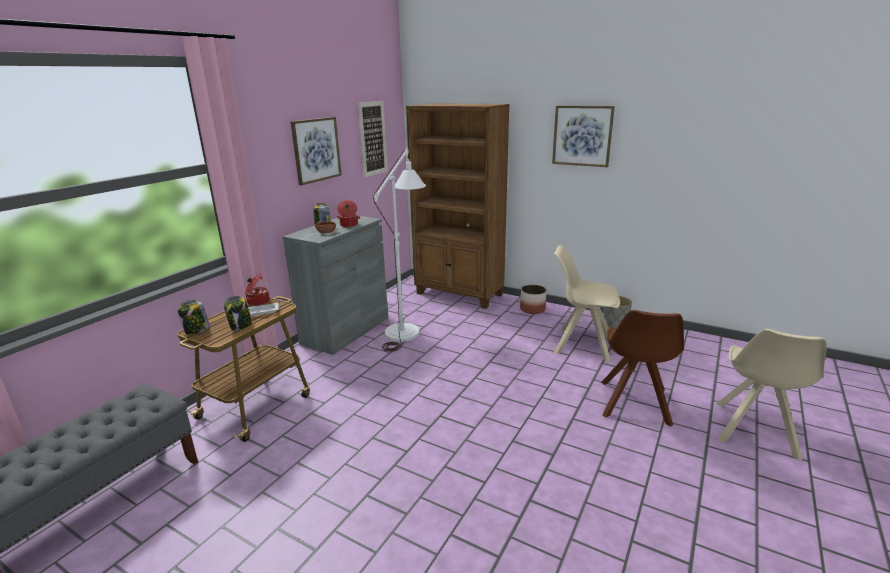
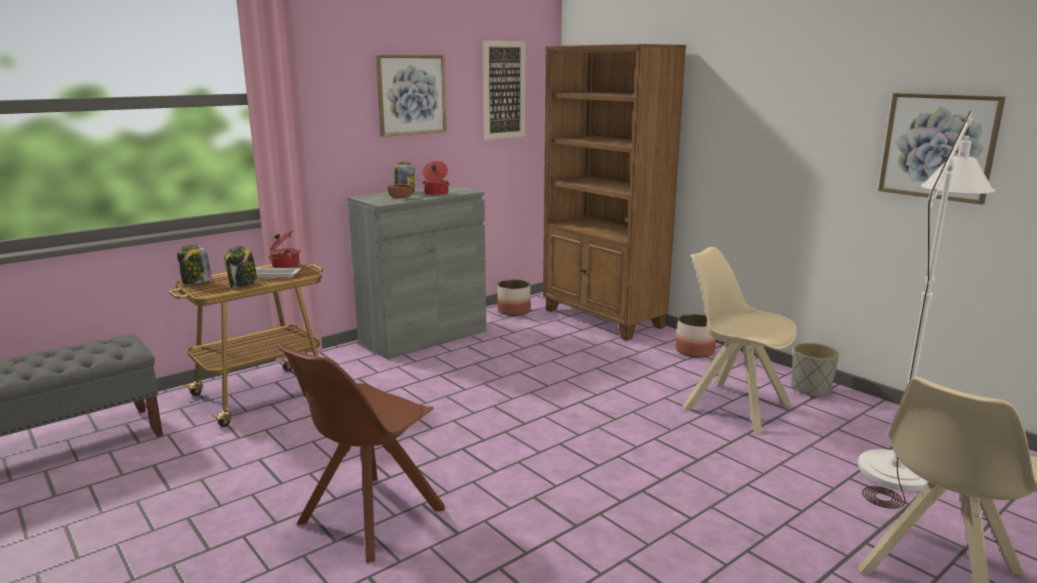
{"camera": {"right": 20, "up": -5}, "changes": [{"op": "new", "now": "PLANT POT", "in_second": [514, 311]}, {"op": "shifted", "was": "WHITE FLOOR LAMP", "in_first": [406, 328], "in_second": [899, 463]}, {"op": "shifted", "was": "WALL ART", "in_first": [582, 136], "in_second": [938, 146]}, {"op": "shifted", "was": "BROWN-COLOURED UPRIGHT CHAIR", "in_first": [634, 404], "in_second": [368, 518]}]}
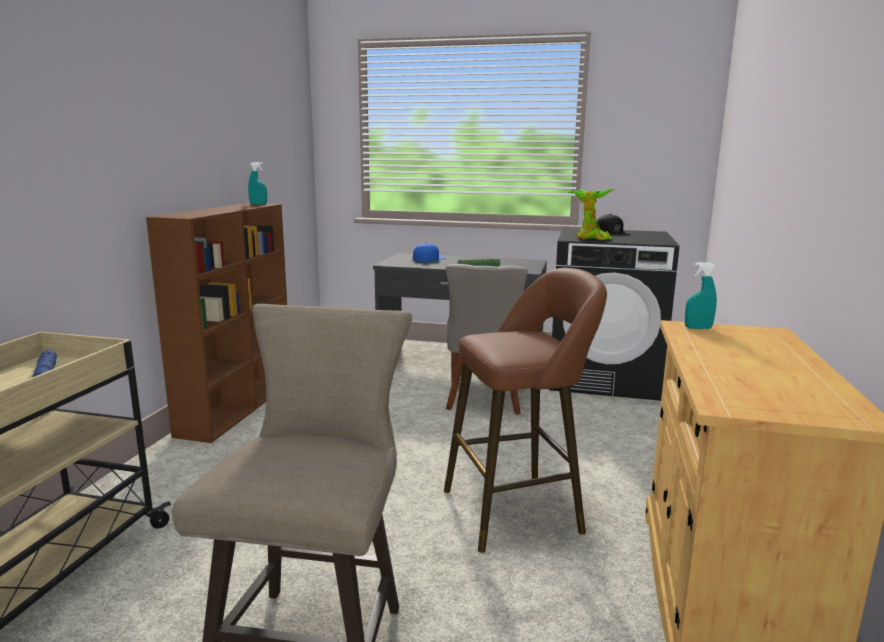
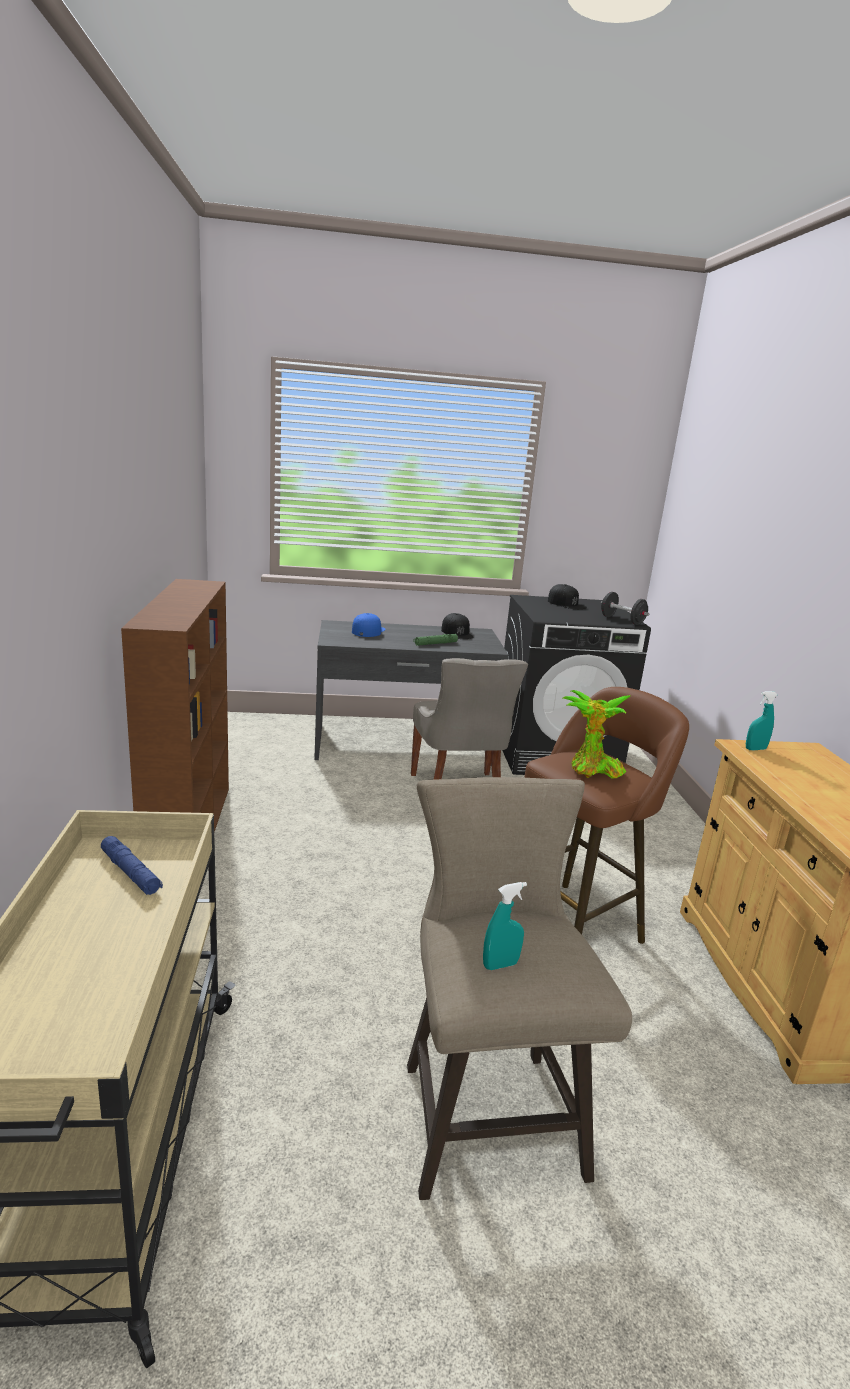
{"camera": {"right": -20, "up": 5}, "changes": [{"op": "new", "now": "BLACK BASEBALL CAP", "in_second": [457, 633]}, {"op": "new", "now": "BLACK DUMBBELL", "in_second": [622, 620]}, {"op": "shifted", "was": "TURQUOISE HAND SPRAYER", "in_first": [258, 204], "in_second": [500, 965]}, {"op": "shifted", "was": "POTTED PLANT", "in_first": [590, 239], "in_second": [592, 770]}]}
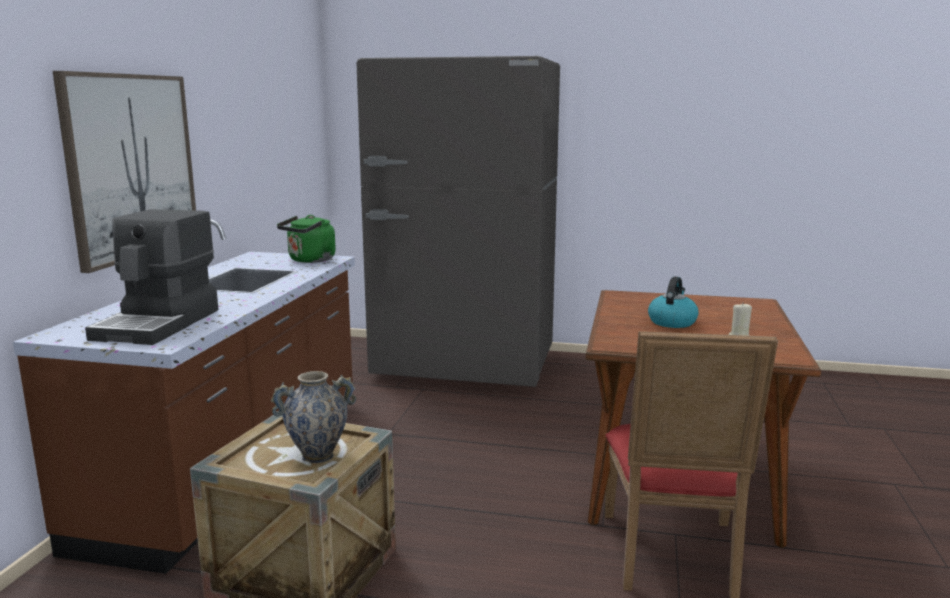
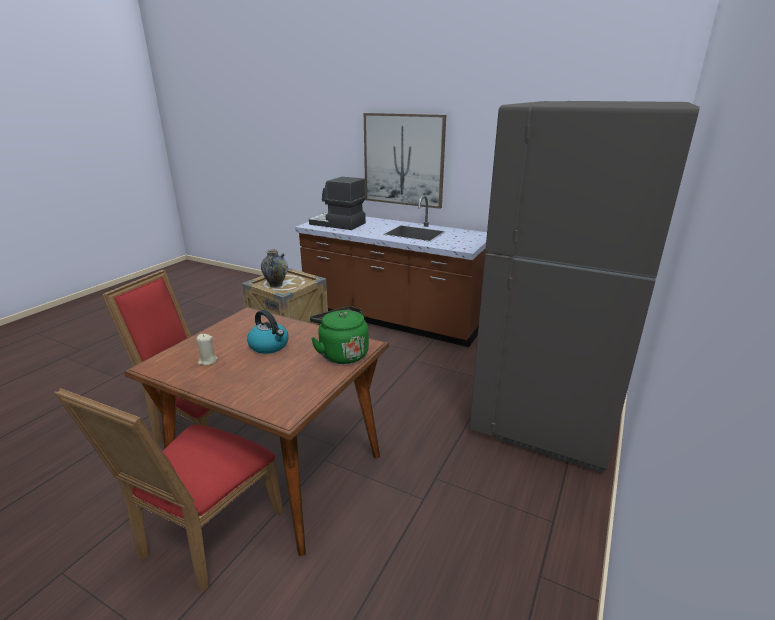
{"camera": {"right": 105, "up": 10}, "changes": [{"op": "new", "now": "REDDISH UPRIGHT CHAIR", "in_second": [205, 537]}, {"op": "shifted", "was": "GREENISH KETTLE", "in_first": [310, 260], "in_second": [341, 354]}]}
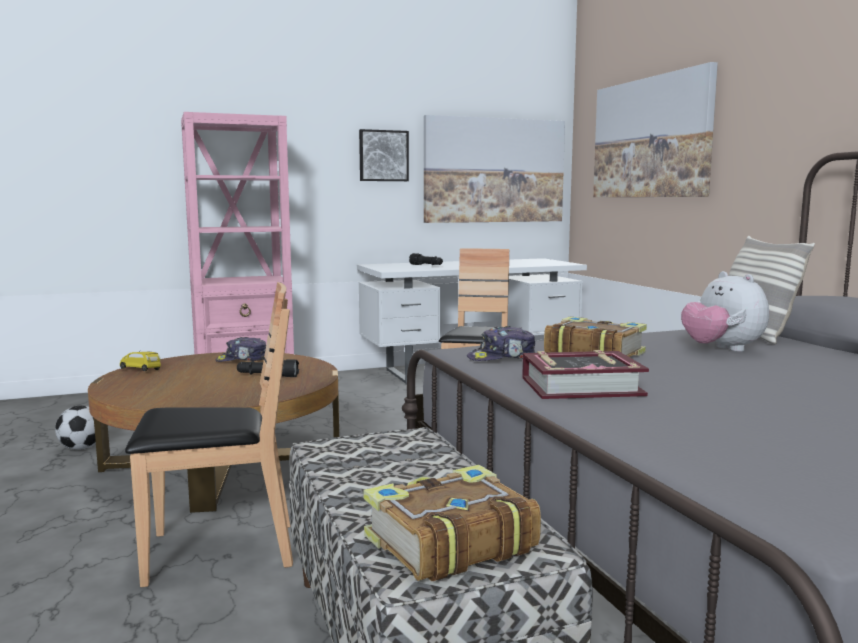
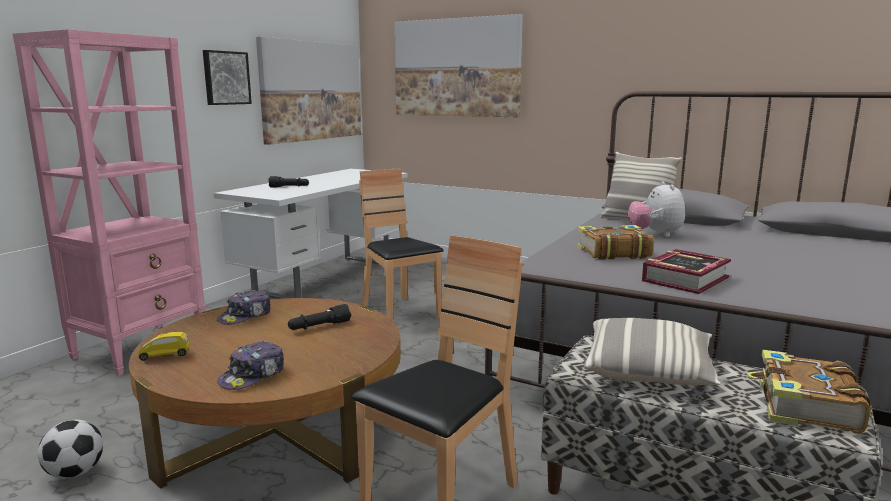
{"camera": {"right": -40, "up": 5}, "changes": [{"op": "new", "now": "THROW PILLOW", "in_second": [648, 371]}, {"op": "shifted", "was": "BASEBALL CAP", "in_first": [502, 358], "in_second": [253, 376]}, {"op": "rotated", "was": "CUDDLY TOY", "in_first": [722, 350], "in_second": [655, 235], "clockwise": 60}]}
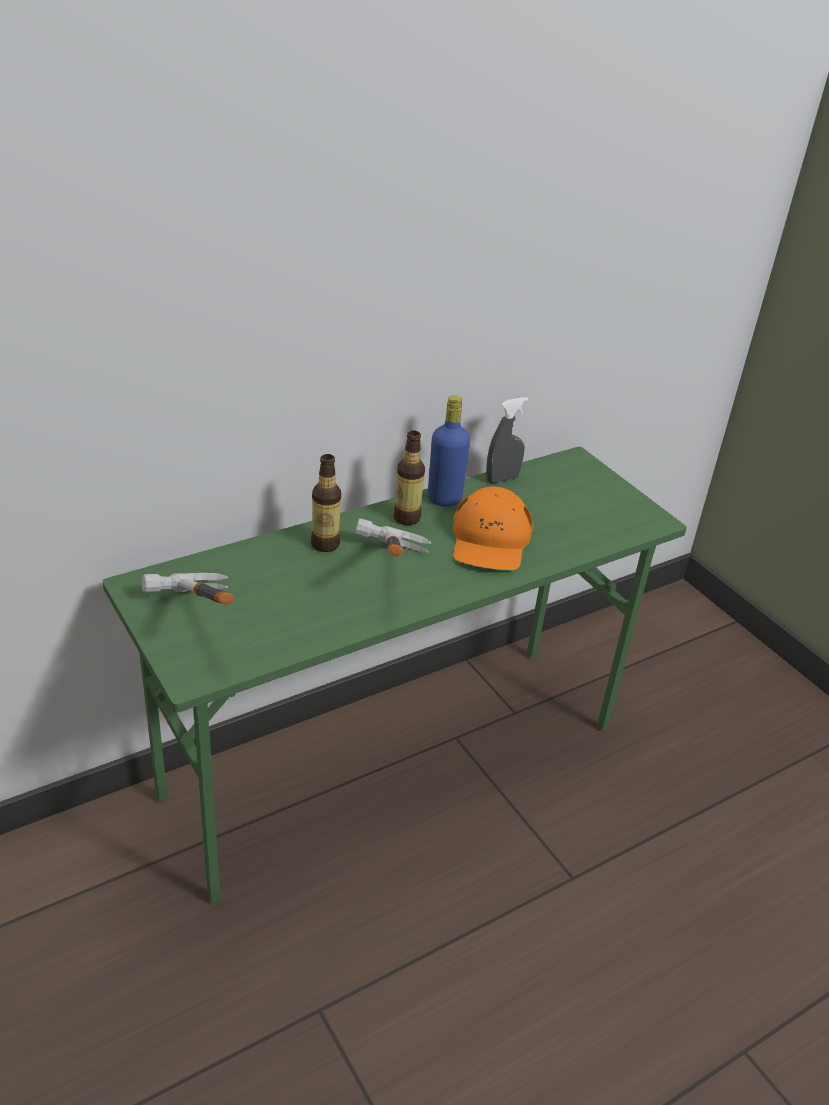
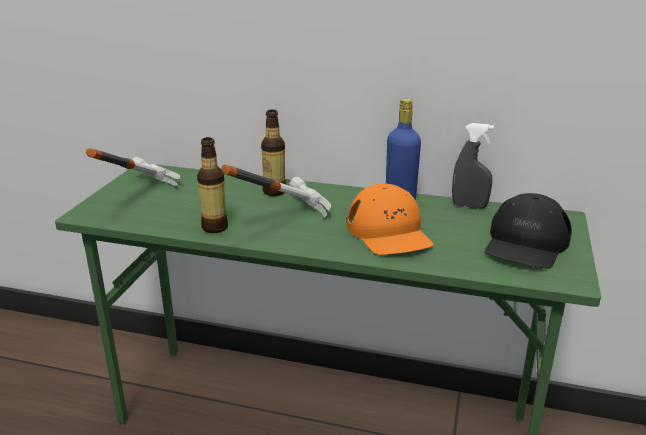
{"camera": {"right": 50, "up": -10}, "changes": [{"op": "new", "now": "BLACK BASEBALL CAP", "in_second": [526, 243]}, {"op": "shifted", "was": "BOTTLE", "in_first": [407, 518], "in_second": [214, 227]}, {"op": "rotated", "was": "ORANGE BASEBALL CAP", "in_first": [490, 540], "in_second": [389, 232], "clockwise": -75}]}
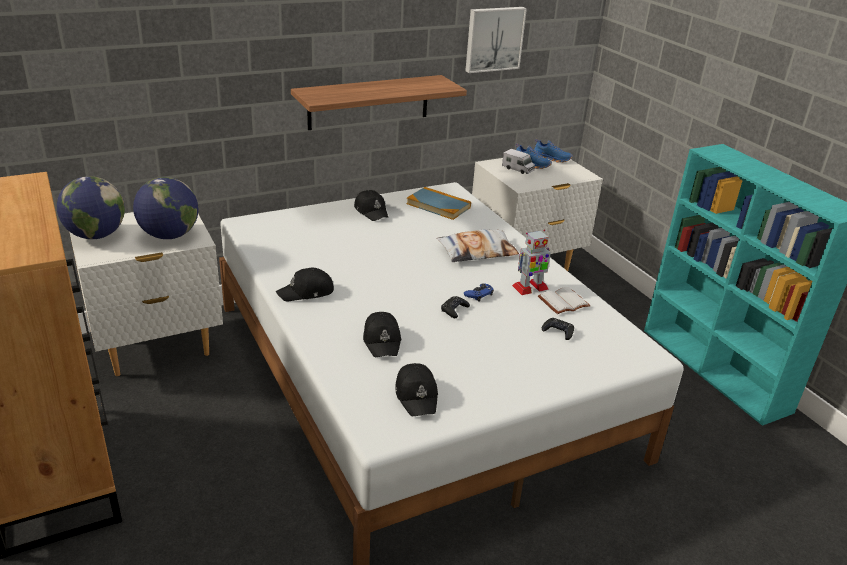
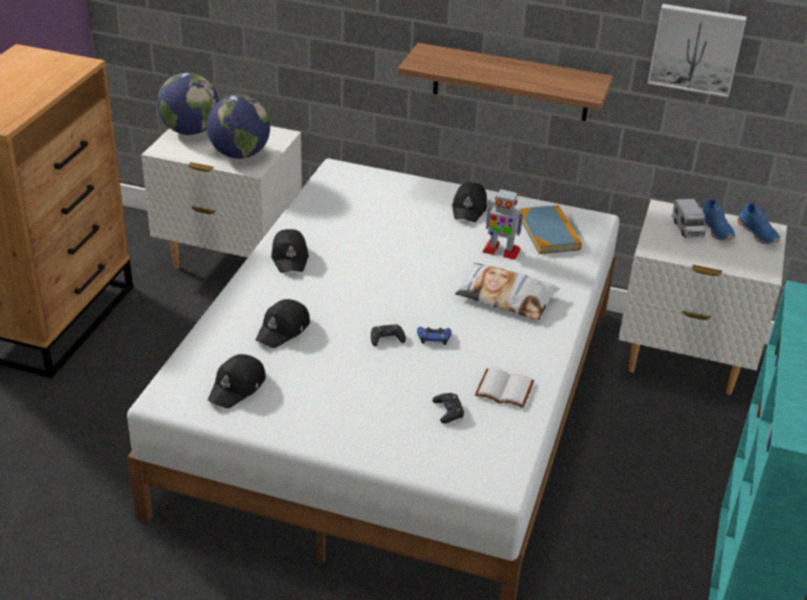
{"camera": {"right": 45, "up": 5}, "changes": [{"op": "shifted", "was": "ROBOT FIGURE", "in_first": [530, 287], "in_second": [500, 250]}, {"op": "rotated", "was": "BLACK BASEBALL CAP", "in_first": [306, 292], "in_second": [290, 257], "clockwise": -120}]}
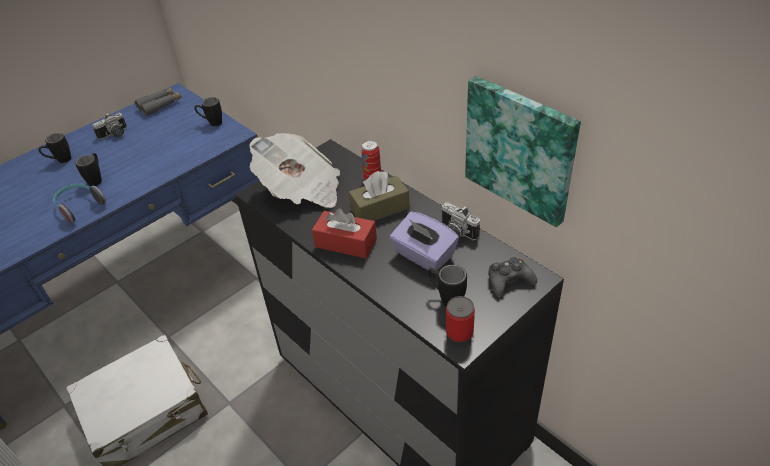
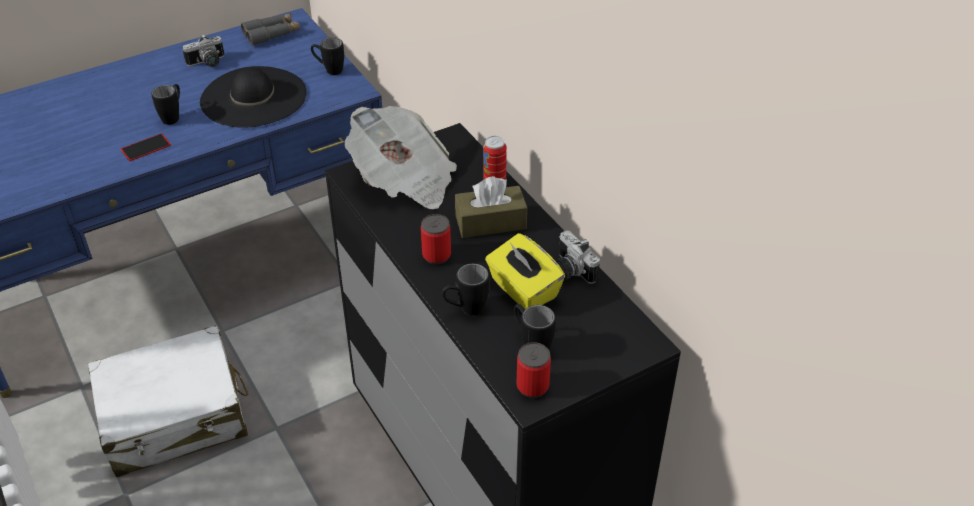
{"camera": {"right": 10, "up": 0}, "changes": [{"op": "gone", "was": "WALL ART", "in_first": [521, 149]}, {"op": "gone", "was": "BLACK GAME CONTROLLER", "in_first": [509, 280]}, {"op": "new", "now": "BLACK WEARABLE HAT", "in_second": [253, 97]}, {"op": "shifted", "was": "BLACK TEA MUG", "in_first": [60, 161], "in_second": [465, 309]}, {"op": "swapped", "was": "HEADSET", "now": "HANDSET", "in_first": [79, 207], "in_second": [146, 147]}, {"op": "swapped", "was": "REDDISH BOX OF TISSUES", "now": "SEALED CAN", "in_first": [346, 243], "in_second": [436, 255]}, {"op": "repainted", "was": "PURPLISH BOX OF TISSUES", "now": "YELLOW-COLOURED BOX OF TISSUES", "in_first": [424, 256], "in_second": [523, 290]}]}
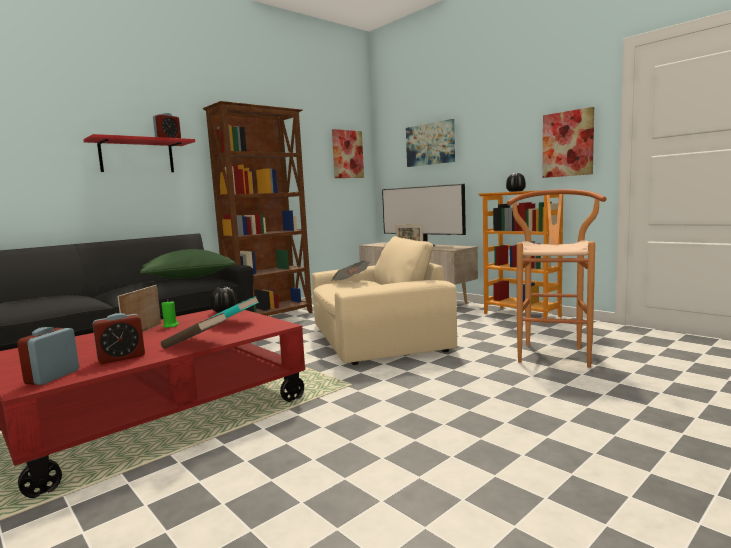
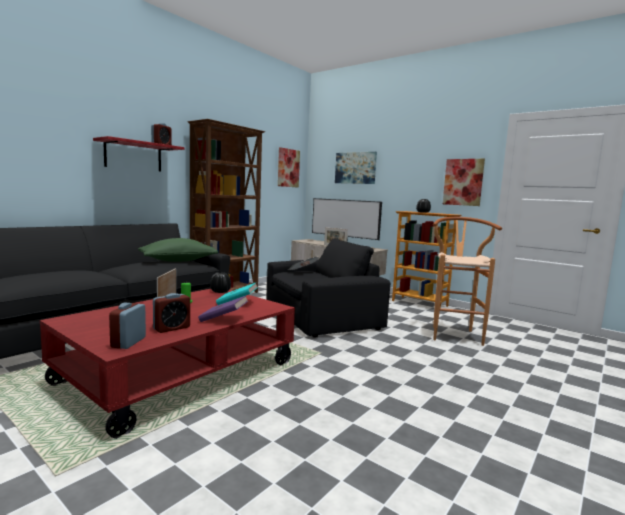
{"camera": {"right": -10, "up": 0}, "changes": [{"op": "repainted", "was": "BROWN-COLOURED VOLUME", "now": "PURPLISH VOLUME", "in_first": [195, 344], "in_second": [223, 319]}, {"op": "repainted", "was": "BEIGE-COLOURED LOUNGE CHAIR", "now": "BLACK LOUNGE CHAIR", "in_first": [376, 337], "in_second": [320, 316]}]}
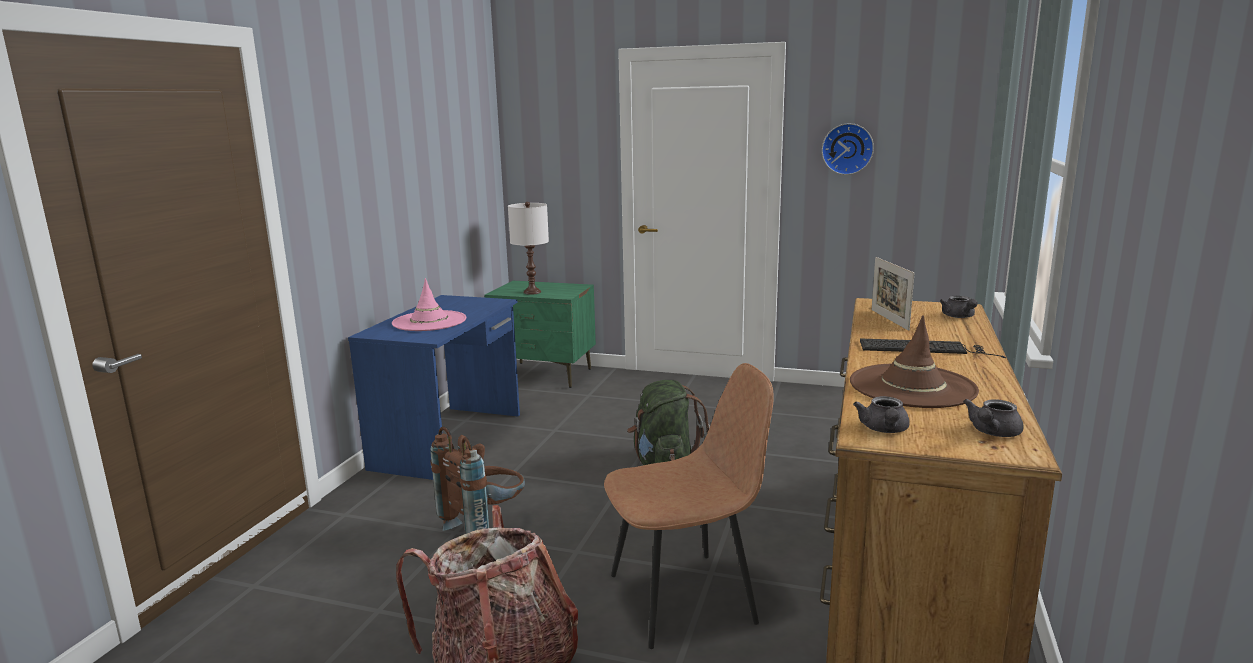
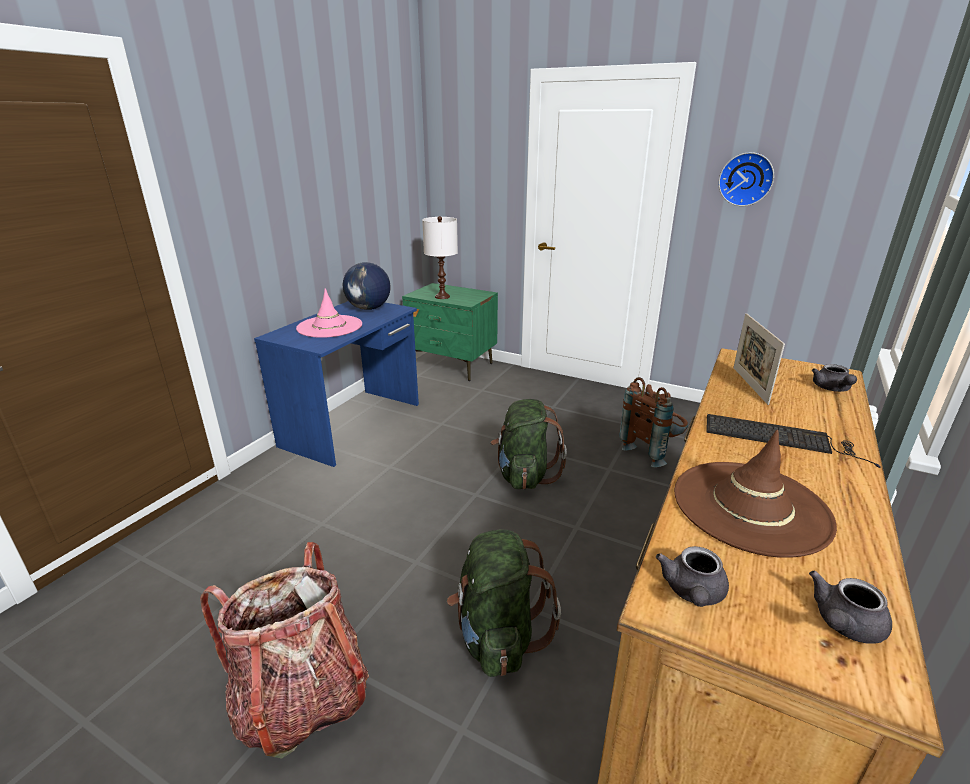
{"camera": {"right": 10, "up": 10}, "changes": [{"op": "new", "now": "DESK GLOBE", "in_second": [369, 308]}, {"op": "shifted", "was": "BROWN-COLOURED BACKPACK", "in_first": [485, 527], "in_second": [652, 451]}, {"op": "swapped", "was": "BROWN-COLOURED UPRIGHT CHAIR", "now": "GREENISH BACKPACK", "in_first": [685, 598], "in_second": [498, 636]}]}
